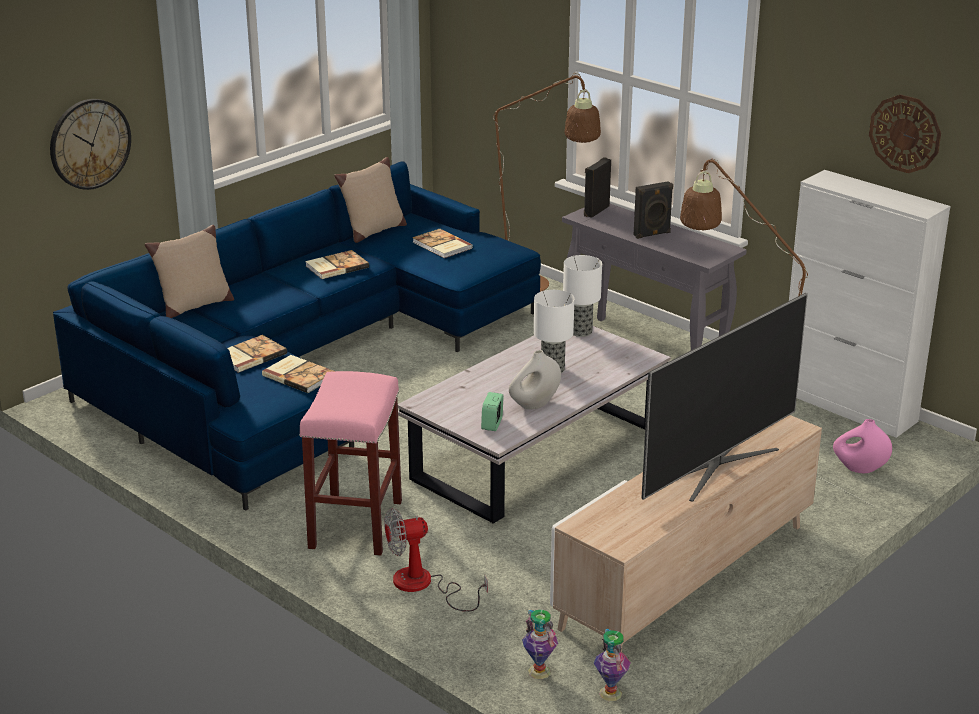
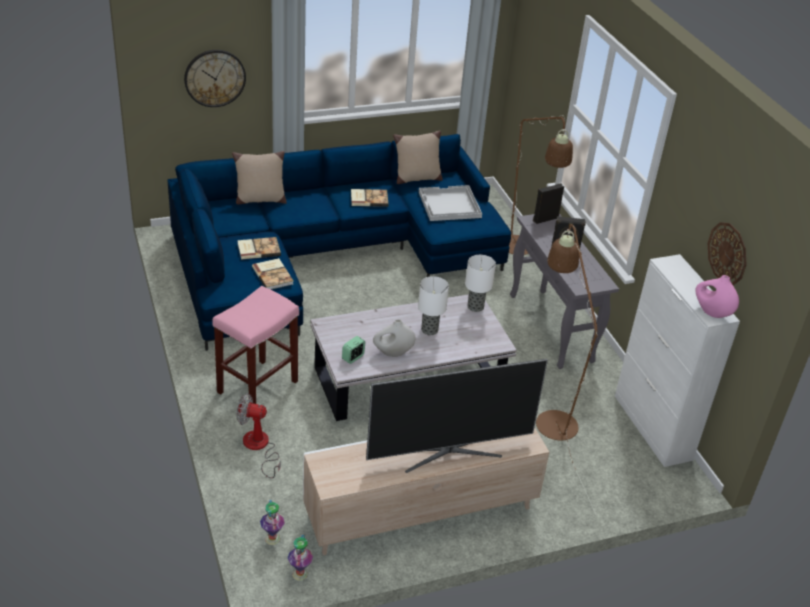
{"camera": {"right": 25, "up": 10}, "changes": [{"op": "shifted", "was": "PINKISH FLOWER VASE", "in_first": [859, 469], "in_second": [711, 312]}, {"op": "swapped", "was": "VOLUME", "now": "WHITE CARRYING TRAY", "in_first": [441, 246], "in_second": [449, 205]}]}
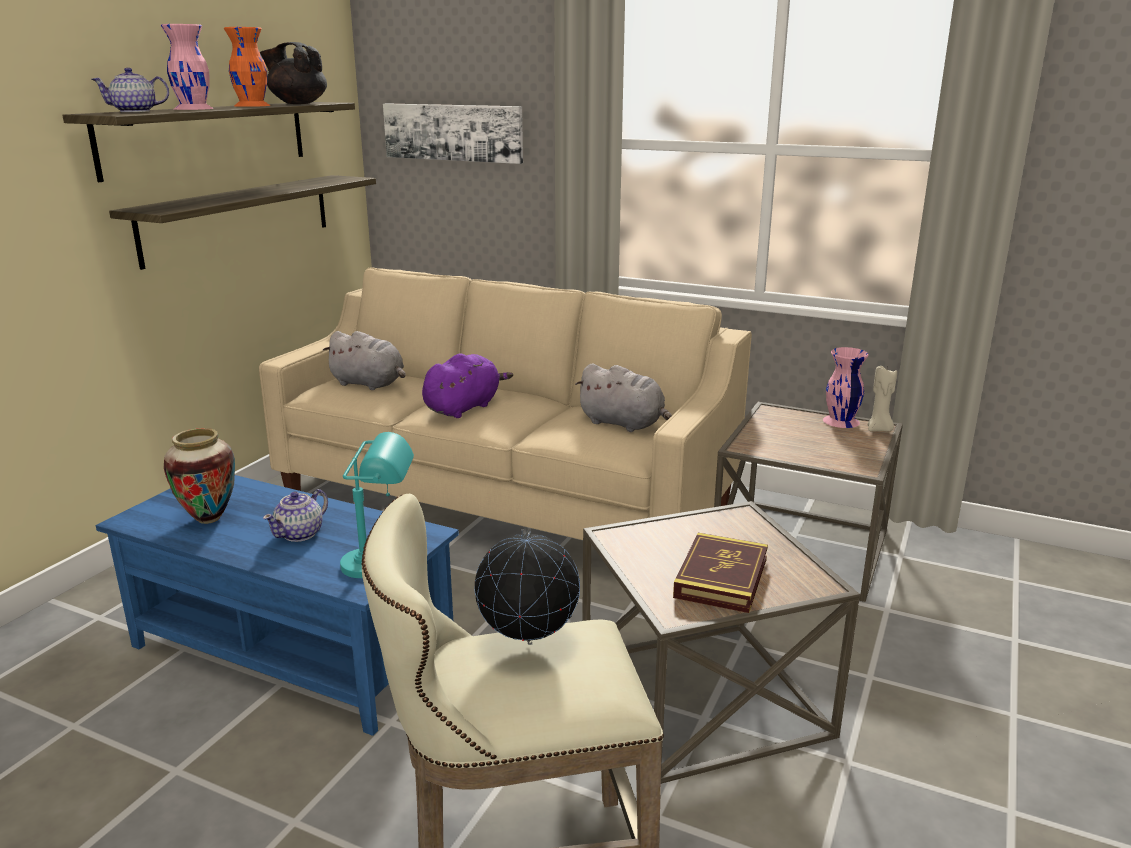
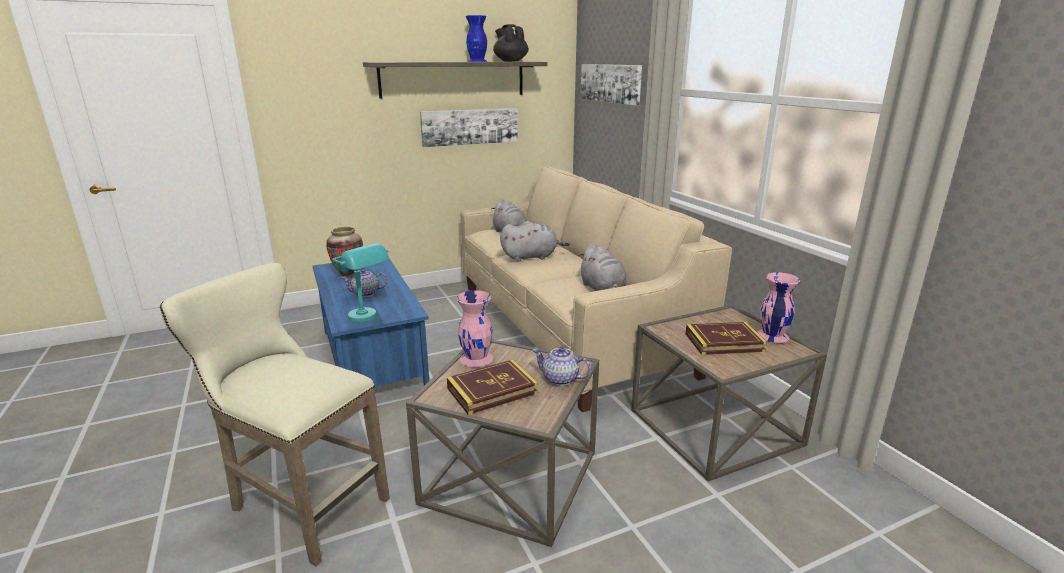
{"camera": {"right": 40, "up": 0}, "changes": [{"op": "gone", "was": "DESK GLOBE", "in_first": [528, 643]}, {"op": "gone", "was": "BEIGE-COLOURED WAX CANDLE", "in_first": [879, 429]}, {"op": "new", "now": "VOLUME", "in_second": [723, 342]}, {"op": "shifted", "was": "TEAPOT", "in_first": [135, 111], "in_second": [560, 379]}, {"op": "shifted", "was": "PINKISH FLOWER VASE", "in_first": [194, 108], "in_second": [477, 358]}, {"op": "swapped", "was": "WALL SHELF", "now": "WALL ART", "in_first": [239, 218], "in_second": [469, 126]}, {"op": "repainted", "was": "ORANGE FLOWER VASE", "now": "BLUE FLOWER VASE", "in_first": [252, 105], "in_second": [477, 61]}, {"op": "repainted", "was": "PURPLISH CUDDLY TOY", "now": "GREYISH CUDDLY TOY", "in_first": [464, 407], "in_second": [531, 257]}]}
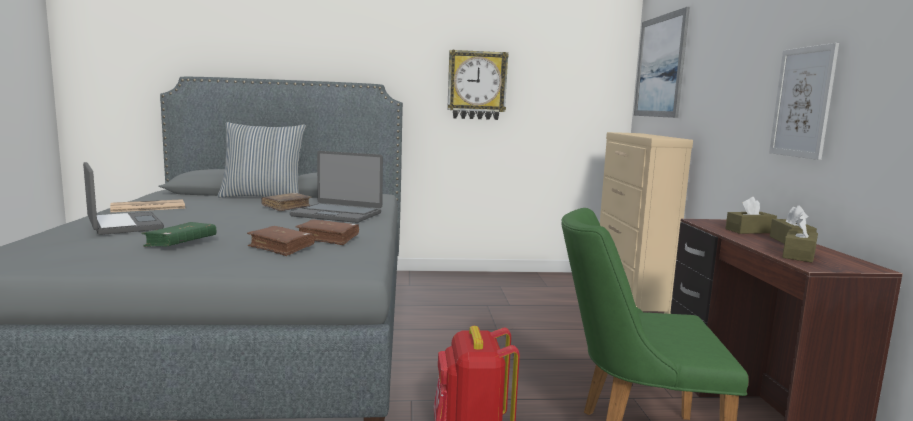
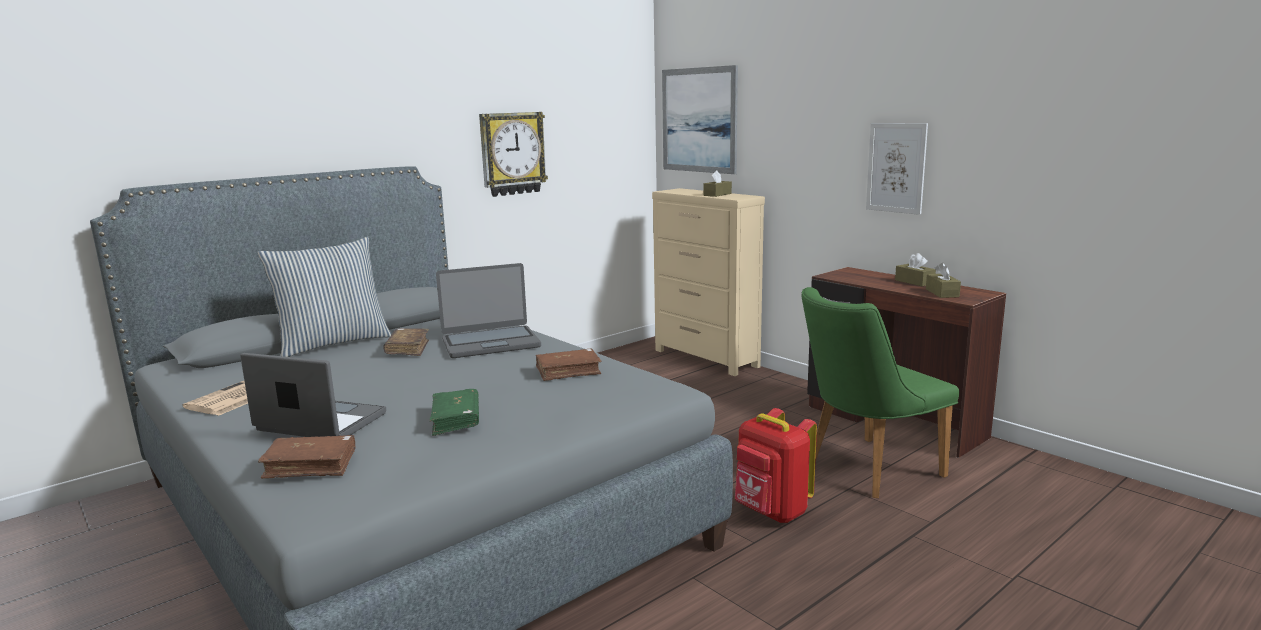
{"camera": {"right": -35, "up": 5}, "changes": [{"op": "shifted", "was": "BROWN-COLOURED VOLUME", "in_first": [281, 247], "in_second": [311, 466]}, {"op": "shifted", "was": "BROWN-COLOURED BOX OF TISSUES", "in_first": [749, 231], "in_second": [717, 194]}]}
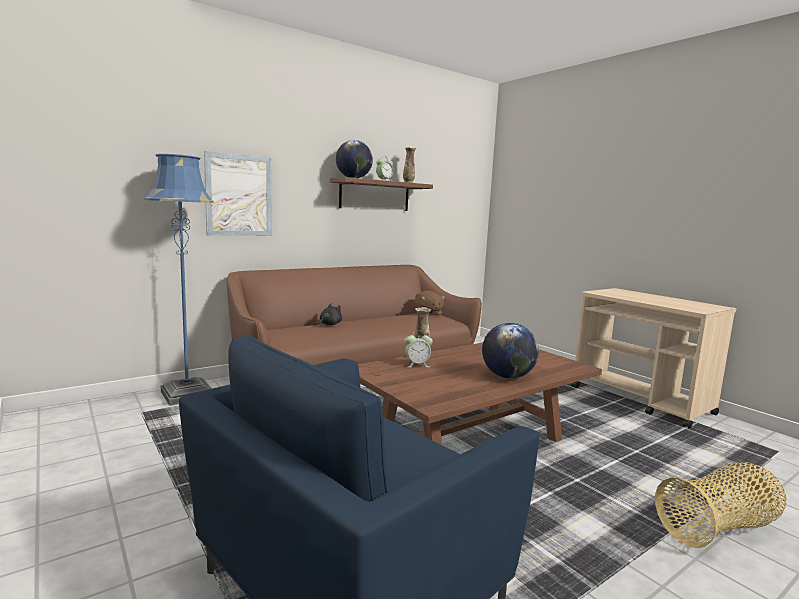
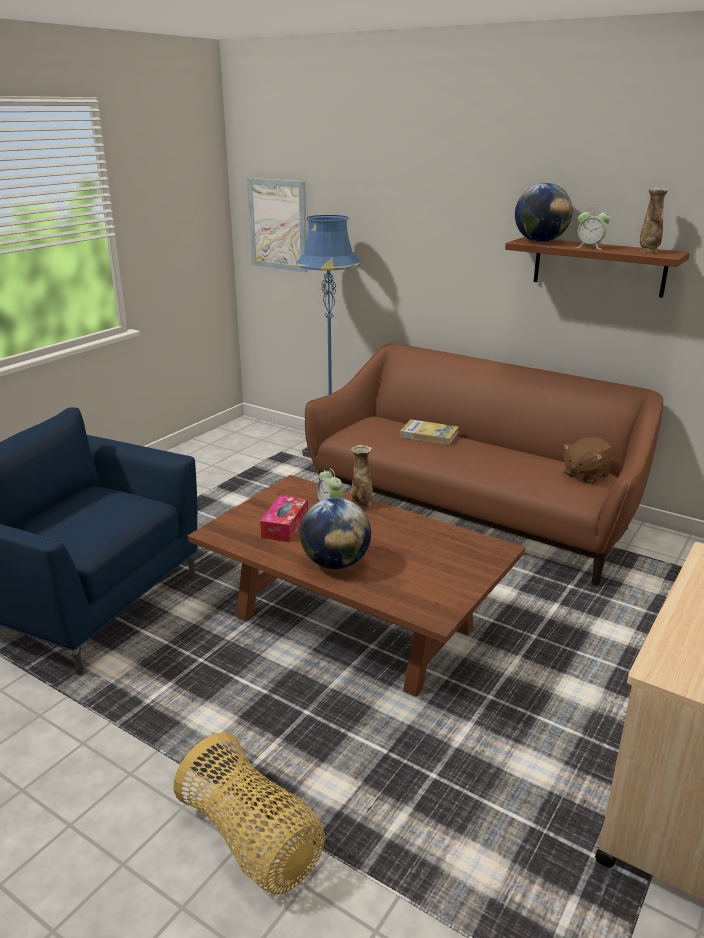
{"camera": {"right": 70, "up": 15}, "changes": [{"op": "new", "now": "BOX OF TISSUES", "in_second": [285, 526]}, {"op": "shifted", "was": "WALL ART", "in_first": [239, 195], "in_second": [278, 224]}, {"op": "swapped", "was": "BLACK CUDDLY TOY", "now": "VOLUME", "in_first": [329, 324], "in_second": [429, 435]}]}
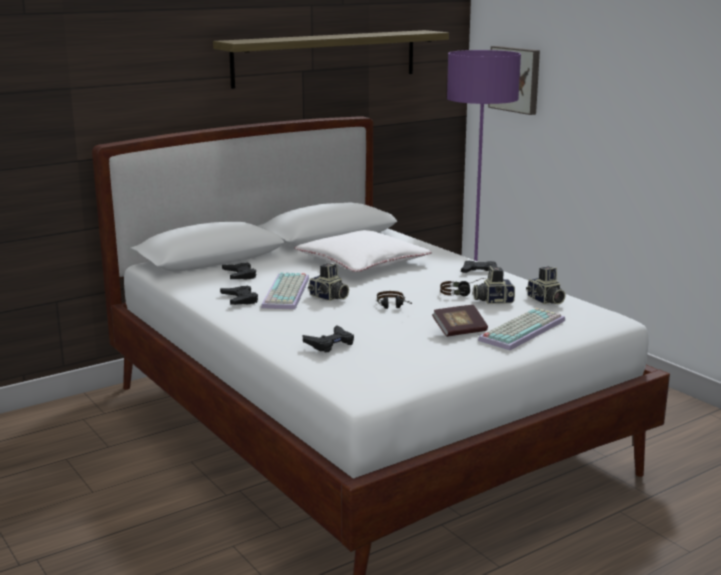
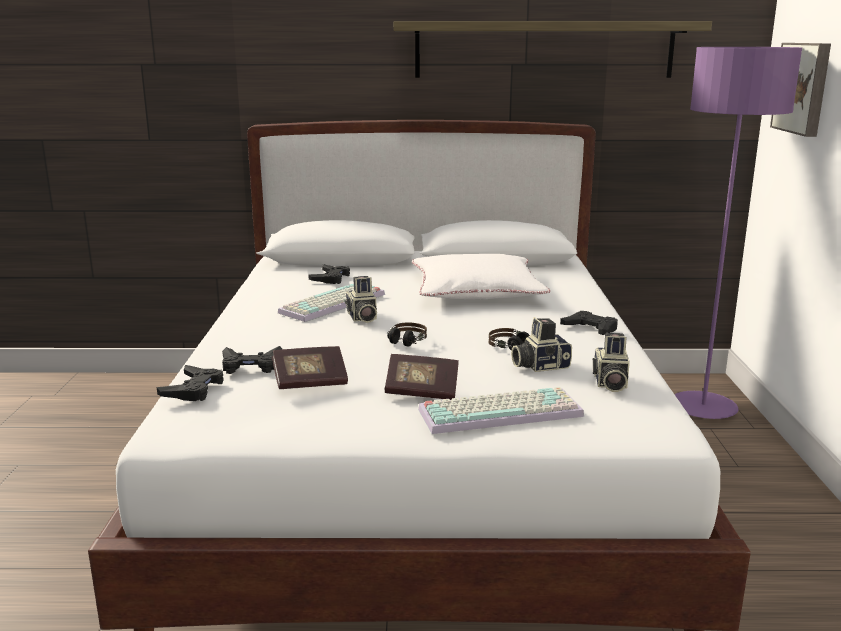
{"camera": {"right": 35, "up": 0}, "changes": [{"op": "new", "now": "VOLUME", "in_second": [310, 382]}, {"op": "shifted", "was": "BLACK GAME CONTROLLER", "in_first": [240, 299], "in_second": [194, 389]}, {"op": "rotated", "was": "STILL CAMERA", "in_first": [493, 300], "in_second": [539, 365], "clockwise": -45}]}
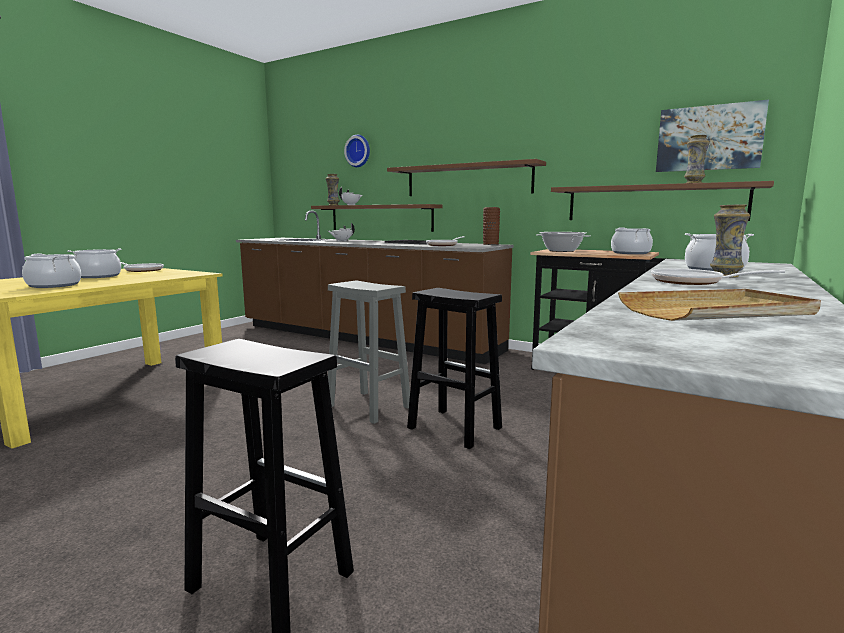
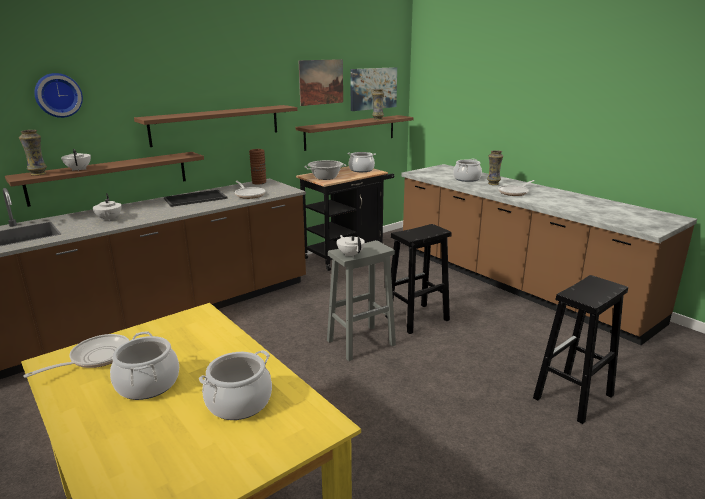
{"camera": {"right": -70, "up": 10}, "changes": [{"op": "gone", "was": "BEIGE-COLOURED CARRYING TRAY", "in_first": [718, 311]}, {"op": "new", "now": "WALL ART", "in_second": [321, 82]}, {"op": "new", "now": "WHITE TEAPOT", "in_second": [350, 254]}]}
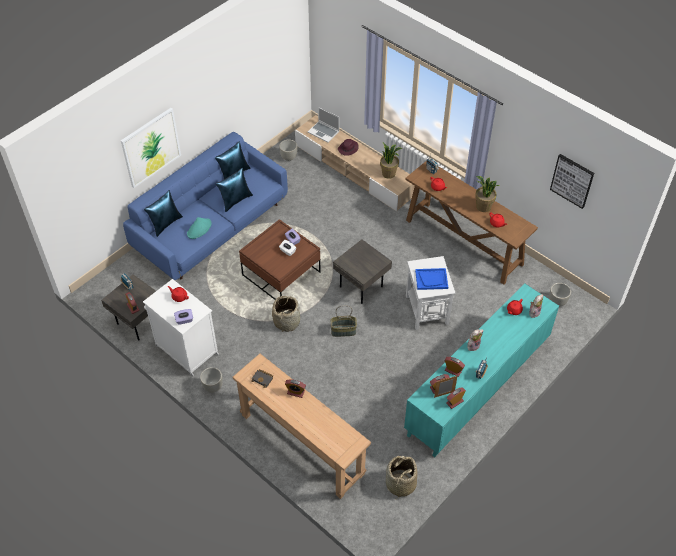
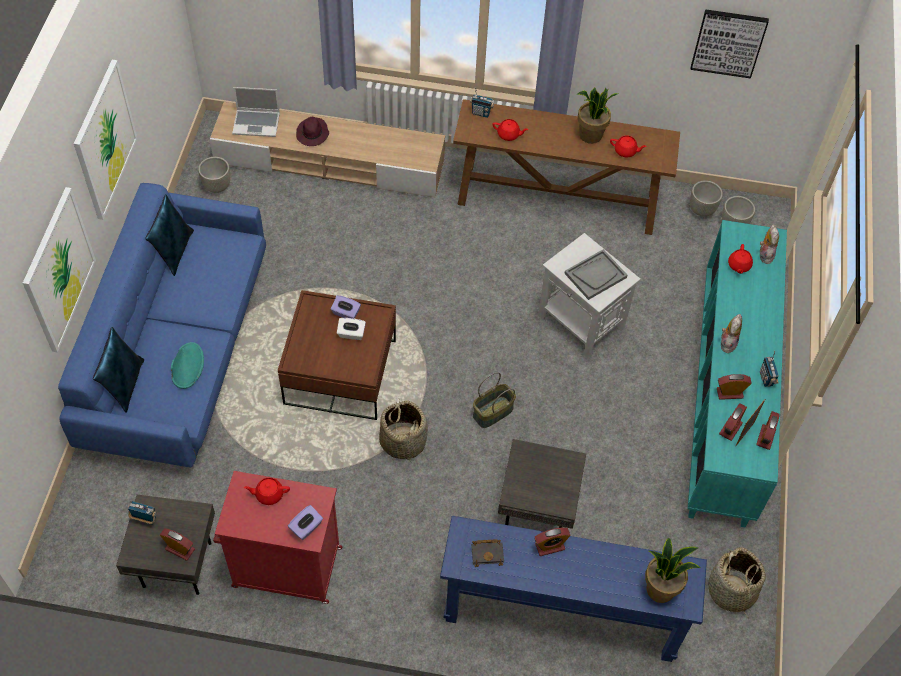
{"camera": {"right": -35, "up": 5}, "changes": [{"op": "gone", "was": "BLUE THROW PILLOW", "in_first": [235, 200]}, {"op": "new", "now": "WALL ART", "in_second": [104, 140]}, {"op": "shifted", "was": "GREYISH PLANT POT", "in_first": [213, 387], "in_second": [701, 210]}, {"op": "shifted", "was": "GREYISH SIDE TABLE", "in_first": [362, 286], "in_second": [538, 510]}, {"op": "shifted", "was": "POTTED PLANT", "in_first": [389, 173], "in_second": [660, 589]}, {"op": "repainted", "was": "WHITE CABINET", "now": "REDDISH CABINET", "in_first": [186, 349], "in_second": [285, 567]}, {"op": "repainted", "was": "BROWN-COLOURED HALL TABLE", "now": "BLUE HALL TABLE", "in_first": [302, 444], "in_second": [561, 613]}, {"op": "repainted", "was": "BLUE CARRYING TRAY", "now": "GREYISH CARRYING TRAY", "in_first": [431, 279], "in_second": [595, 275]}]}
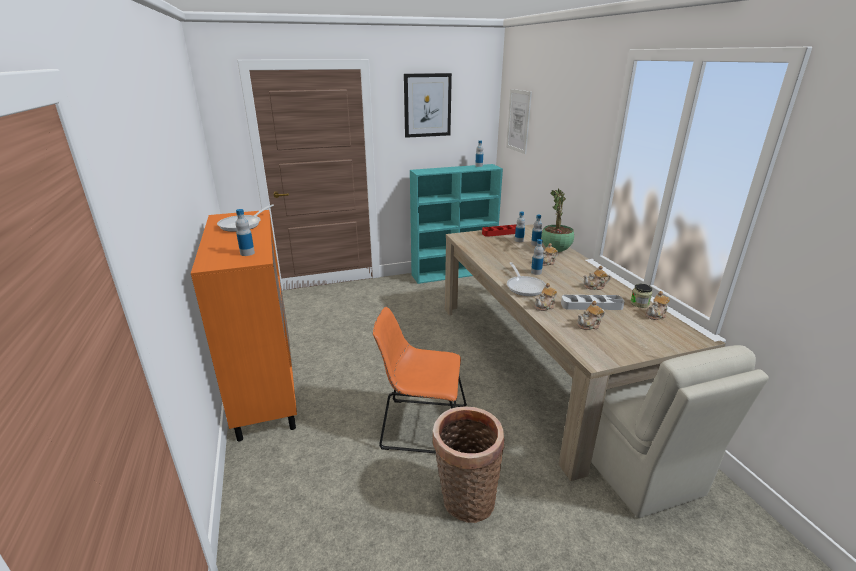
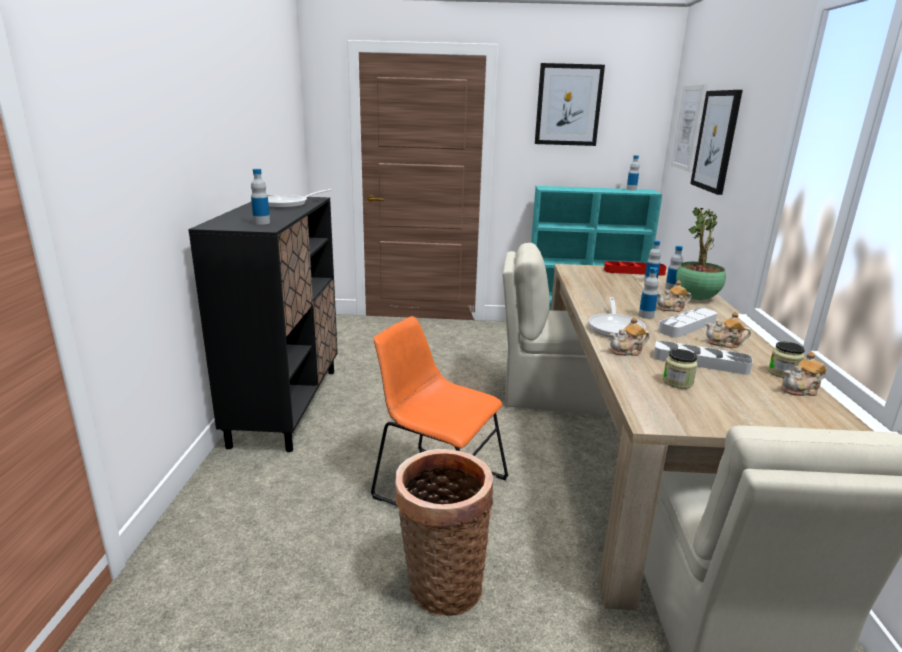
{"camera": {"right": 20, "up": -5}, "changes": [{"op": "new", "now": "BEIGE-COLOURED UPRIGHT CHAIR", "in_second": [550, 393]}, {"op": "new", "now": "GREYISH CARRYING TRAY", "in_second": [687, 326]}, {"op": "new", "now": "WALL ART", "in_second": [716, 141]}, {"op": "swapped", "was": "TEAPOT", "now": "PRESERVE JAR", "in_first": [589, 325], "in_second": [677, 382]}, {"op": "repainted", "was": "ORANGE CABINET", "now": "BLACK CABINET", "in_first": [266, 388], "in_second": [286, 405]}]}
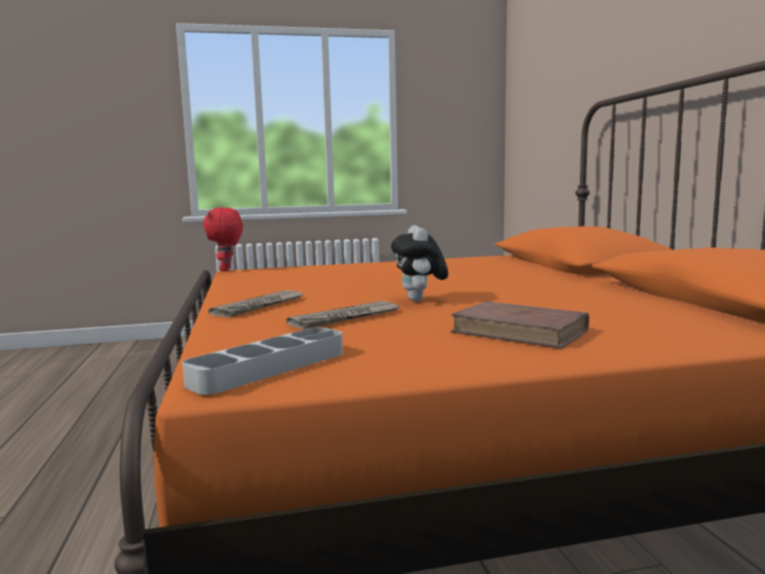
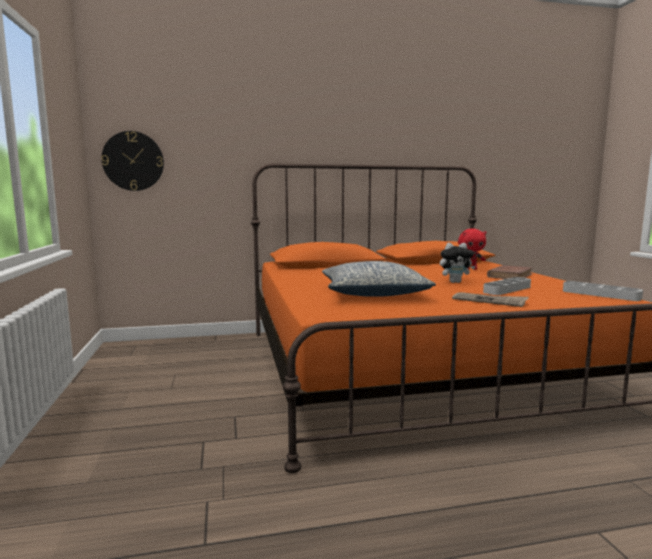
{"camera": {"right": -90, "up": 0}, "changes": [{"op": "new", "now": "HANGING CLOCK", "in_second": [133, 161]}, {"op": "new", "now": "THROW PILLOW", "in_second": [374, 293]}, {"op": "shifted", "was": "REDDISH CUDDLY TOY", "in_first": [227, 270], "in_second": [470, 269]}, {"op": "swapped", "was": "NEWSPAPER", "now": "GREYISH CARRYING TRAY", "in_first": [345, 318], "in_second": [507, 289]}]}
